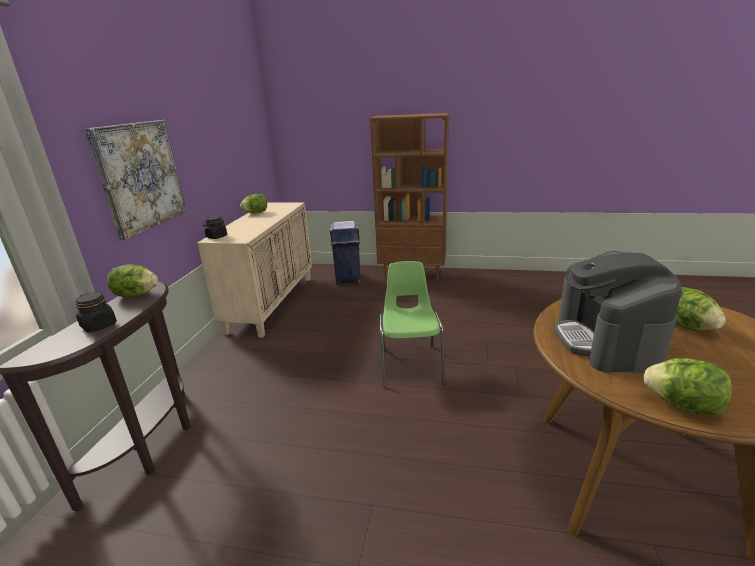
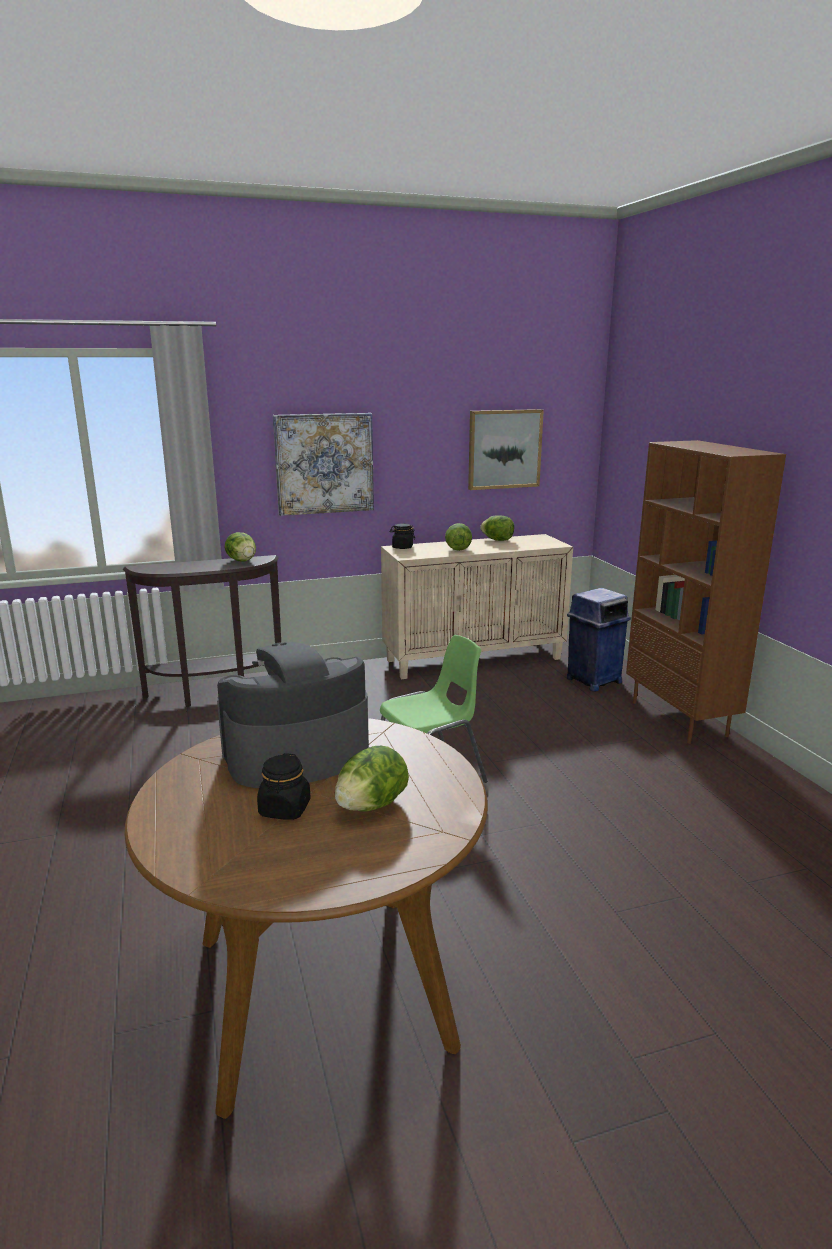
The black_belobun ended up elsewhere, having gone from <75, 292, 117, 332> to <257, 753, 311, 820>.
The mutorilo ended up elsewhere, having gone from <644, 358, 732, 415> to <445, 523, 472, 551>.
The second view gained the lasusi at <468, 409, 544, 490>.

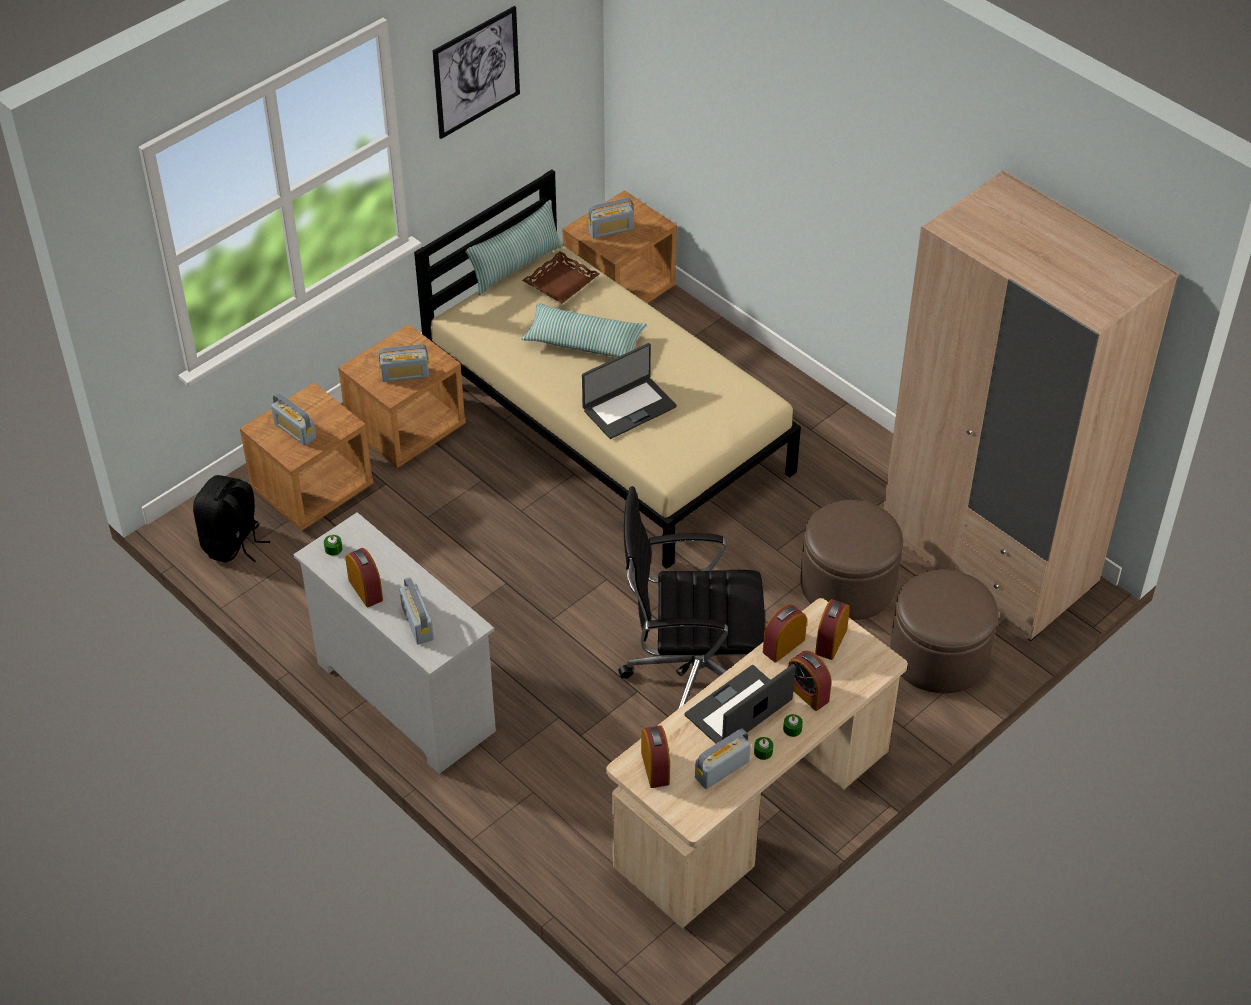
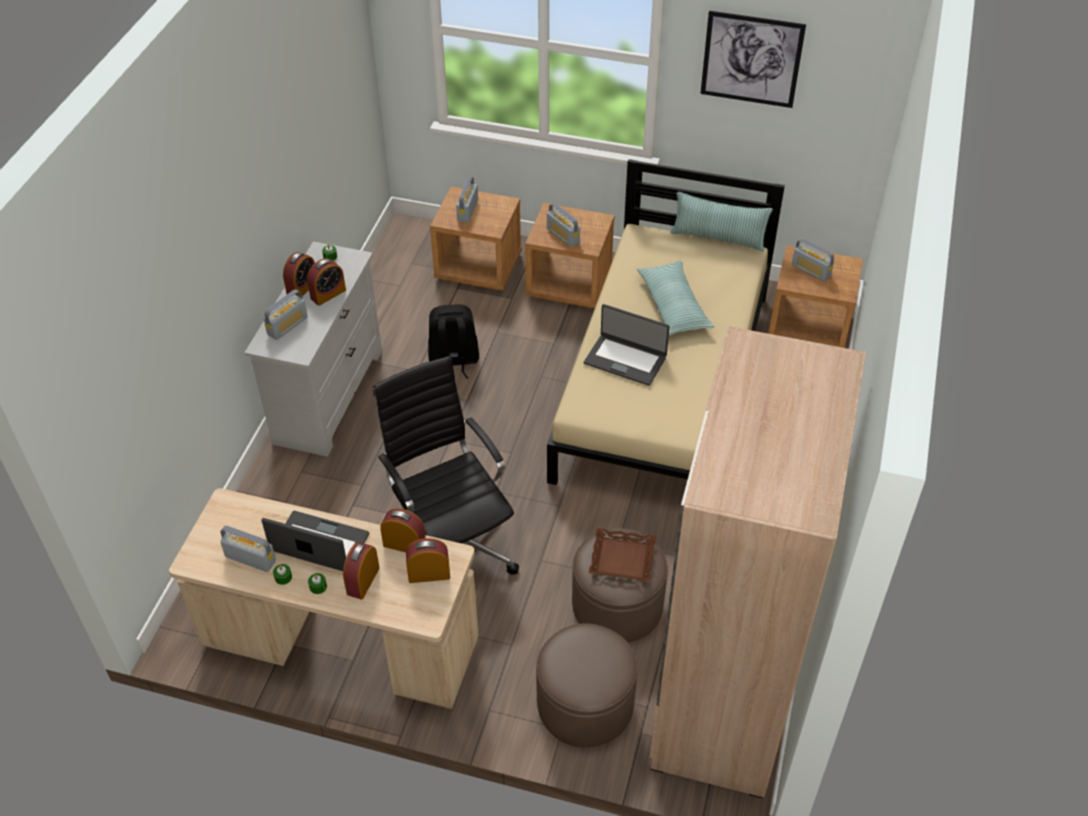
The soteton ended up elsewhere, having gone from <641, 725, 670, 788> to <307, 258, 346, 306>.
The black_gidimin ended up elsewhere, having gone from <193, 475, 270, 563> to <428, 304, 479, 379>.
The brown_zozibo ended up elsewhere, having gone from <522, 251, 600, 304> to <589, 528, 656, 582>.

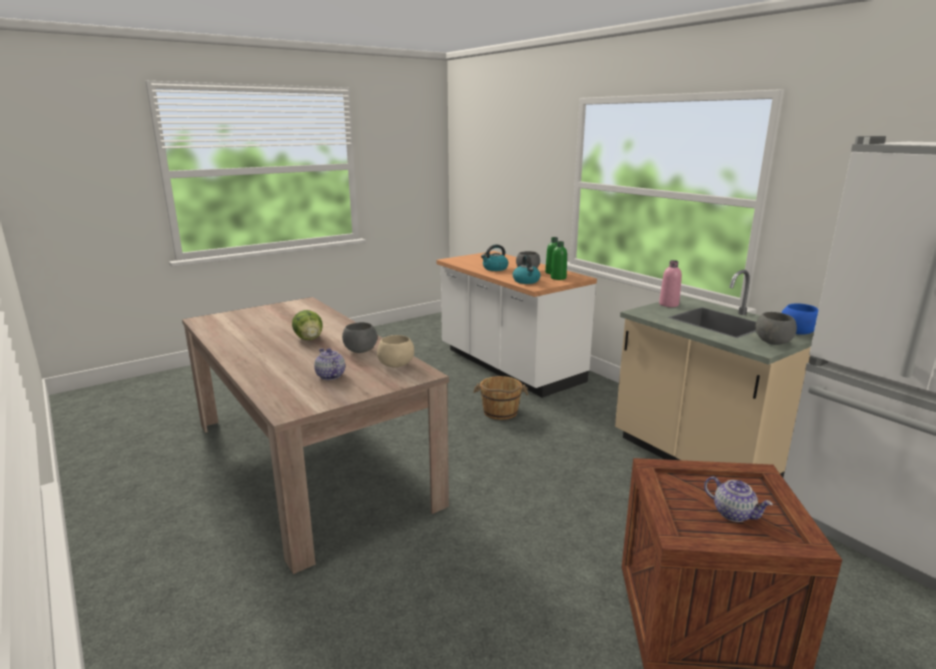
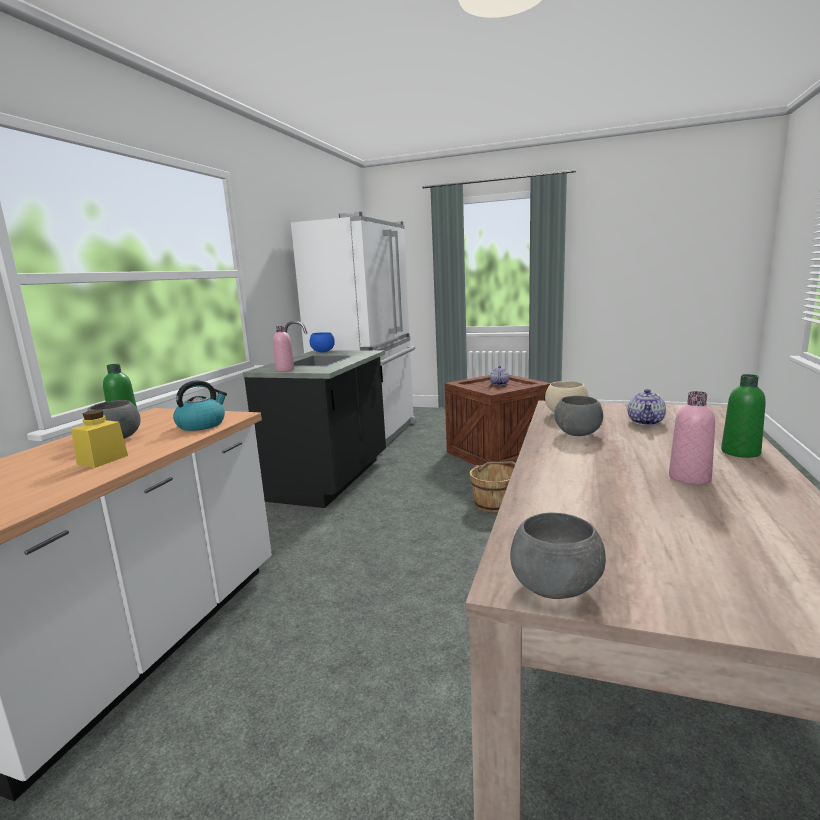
Where the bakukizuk stood at <481, 244, 508, 271>, the yellow_belobun came to stand at <71, 410, 128, 468>.
What was the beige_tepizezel at <615, 270, 814, 477> turned into the black_tepizezel at <243, 321, 386, 508>.
The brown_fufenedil ended up elsewhere, having gone from <474, 376, 528, 420> to <470, 461, 516, 513>.
The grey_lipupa ended up elsewhere, having gone from <755, 312, 797, 345> to <510, 513, 606, 599>.
The second view gained the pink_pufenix at <669, 391, 715, 485>.
The green_pufenix ended up elsewhere, having gone from <551, 241, 567, 280> to <721, 374, 766, 458>.
The second view lost the mutorilo at <292, 310, 323, 340>.

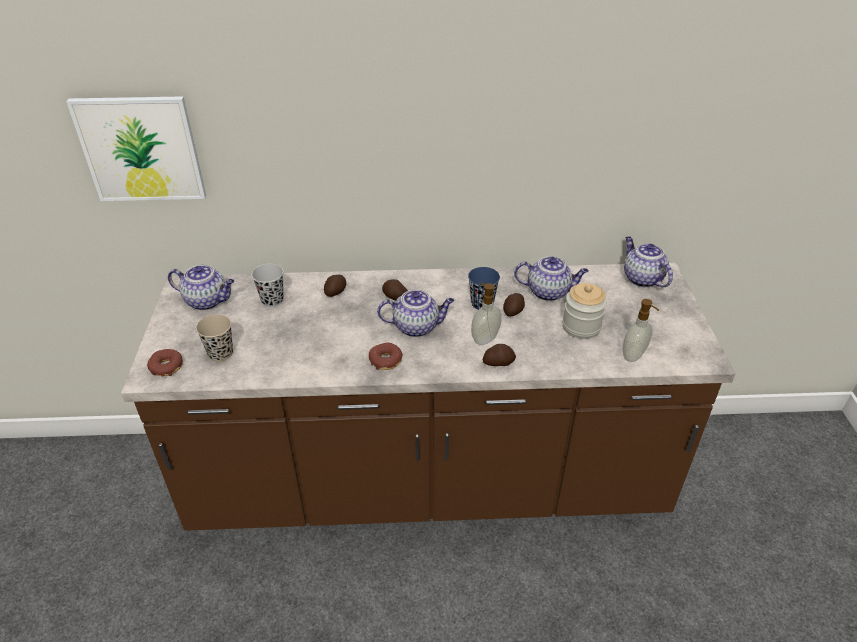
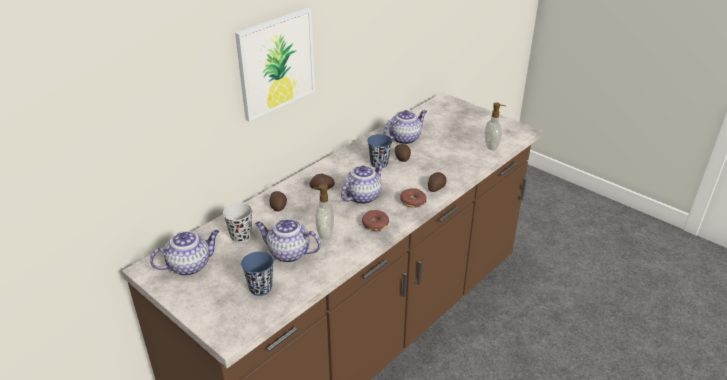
The lasusi ended up elsewhere, having gone from <66, 96, 206, 201> to <235, 8, 315, 122>.
What was the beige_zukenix at <196, 315, 233, 362> turned into the blue_zukenix at <241, 251, 274, 296>.
The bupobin ended up elsewhere, having gone from <624, 237, 673, 287> to <255, 218, 321, 263>.
The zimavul ended up elsewhere, having gone from <471, 283, 502, 345> to <312, 184, 334, 240>.
The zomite ended up elsewhere, having gone from <147, 349, 183, 376> to <400, 188, 427, 207>.
The second view lost the belobun at <562, 283, 607, 339>.

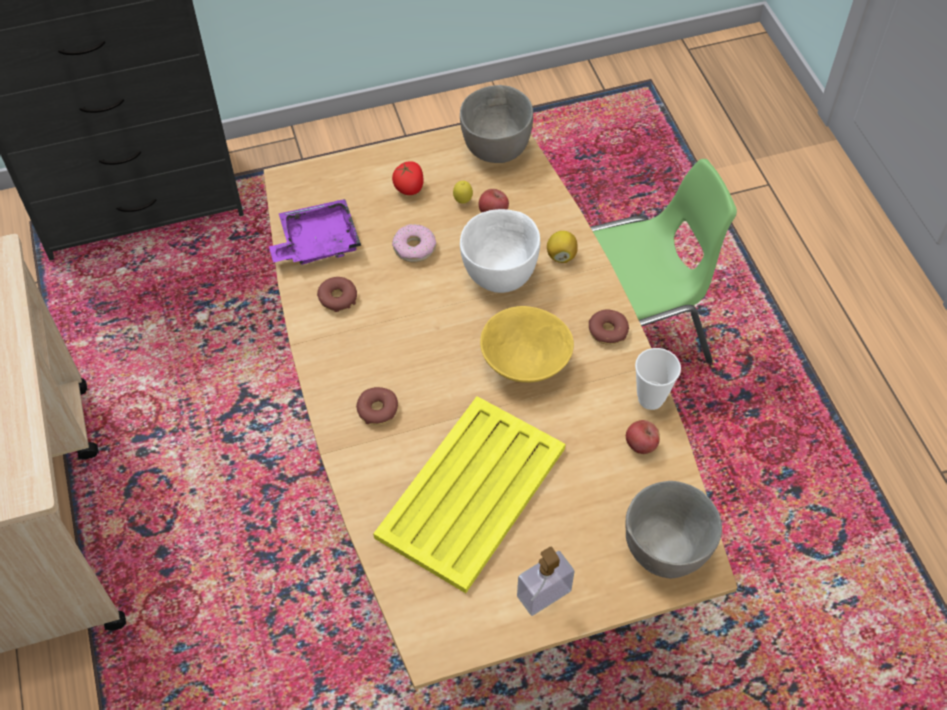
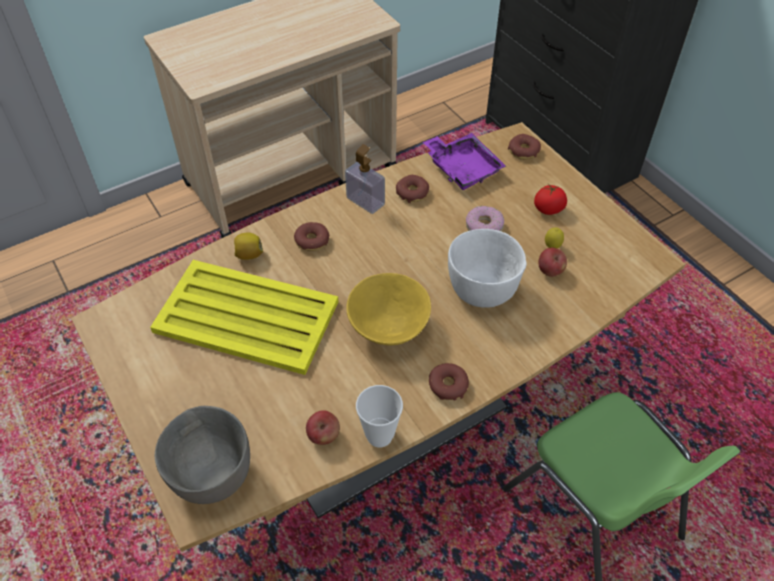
The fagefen ended up elsewhere, having gone from <547, 231, 578, 263> to <234, 233, 263, 260>.
The zimavul ended up elsewhere, having gone from <517, 547, 574, 616> to <345, 144, 385, 214>.
The second view gained the zomite at <508, 134, 541, 160>.
The second view lost the grey_lipupa at <460, 85, 533, 163>.

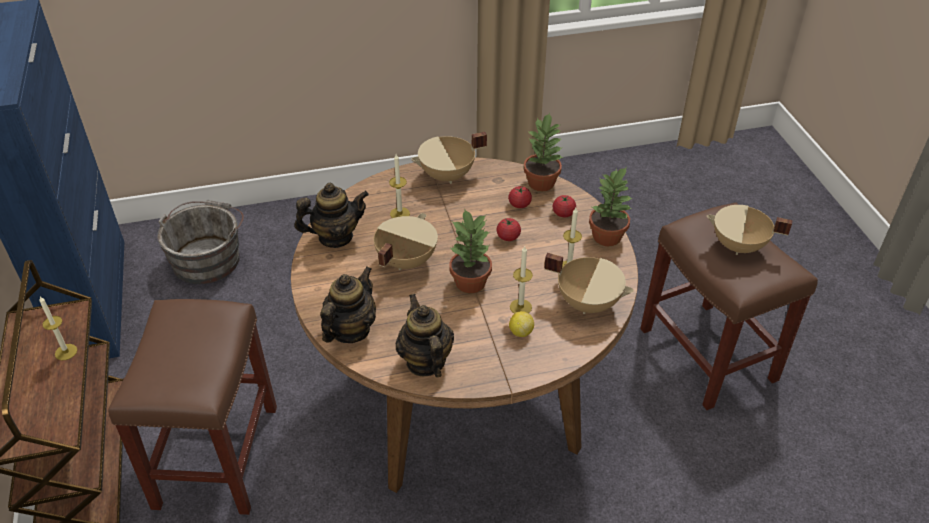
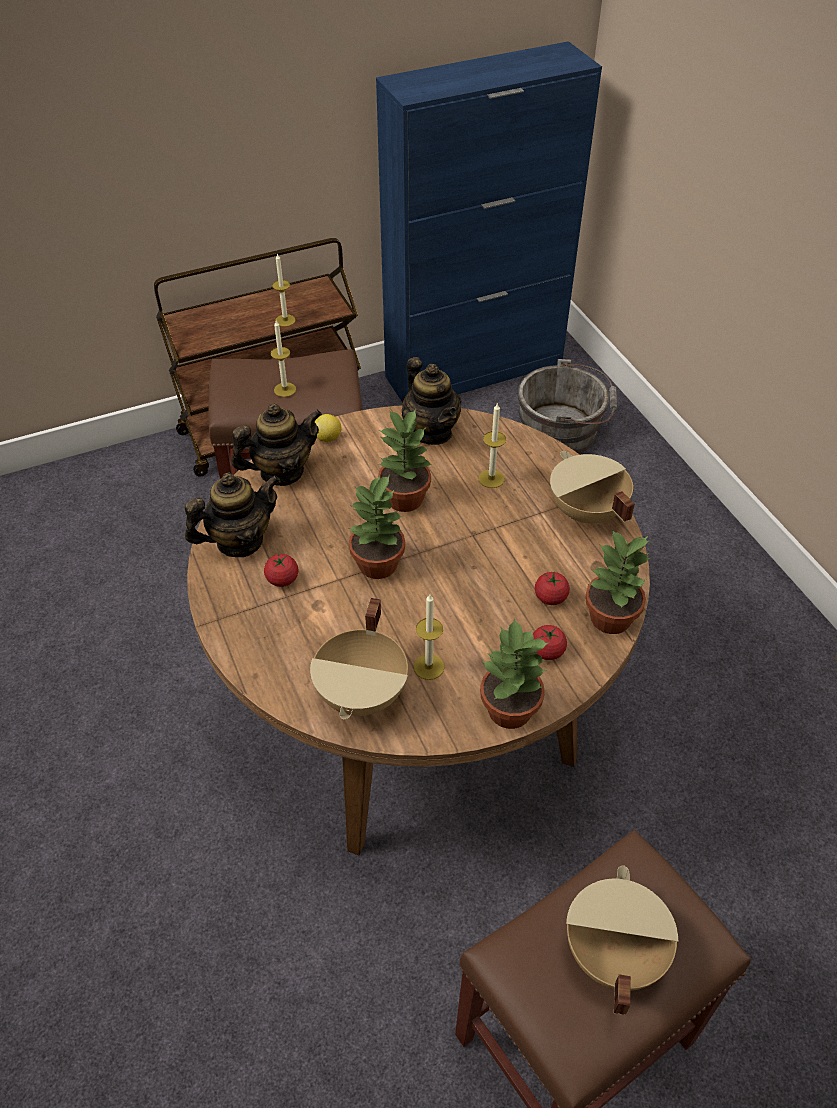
The bupobin at <320, 266, 376, 343> ended up facing another way, 45 degrees counterclockwise from before.
The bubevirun ended up elsewhere, having gone from <497, 218, 521, 241> to <264, 553, 299, 587>.
The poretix ended up elsewhere, having gone from <510, 246, 533, 314> to <271, 320, 296, 397>.
The fagefen ended up elsewhere, having gone from <509, 311, 534, 337> to <315, 414, 341, 442>.
Where the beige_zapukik stood at <373, 213, 438, 270>, the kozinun came to stand at <378, 409, 432, 512>.

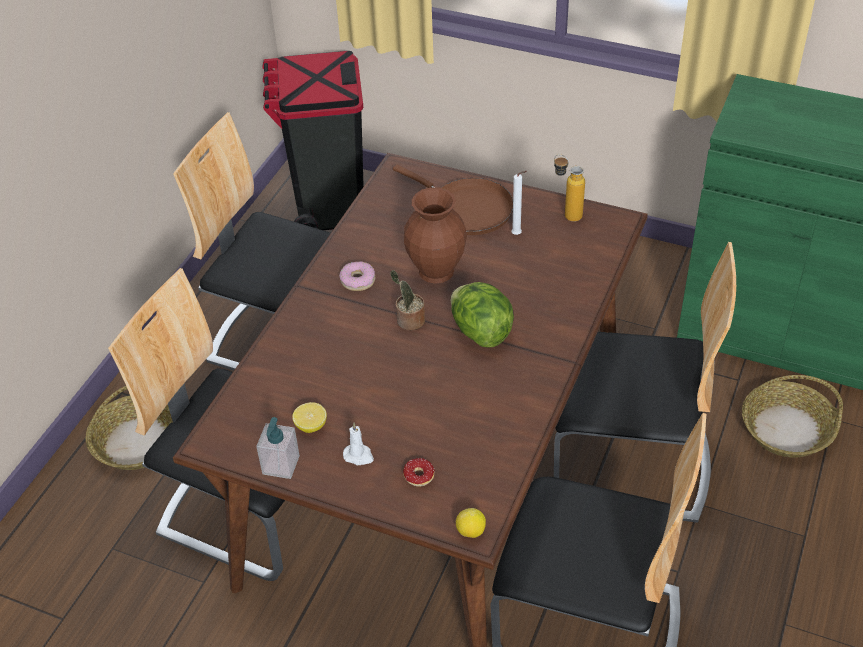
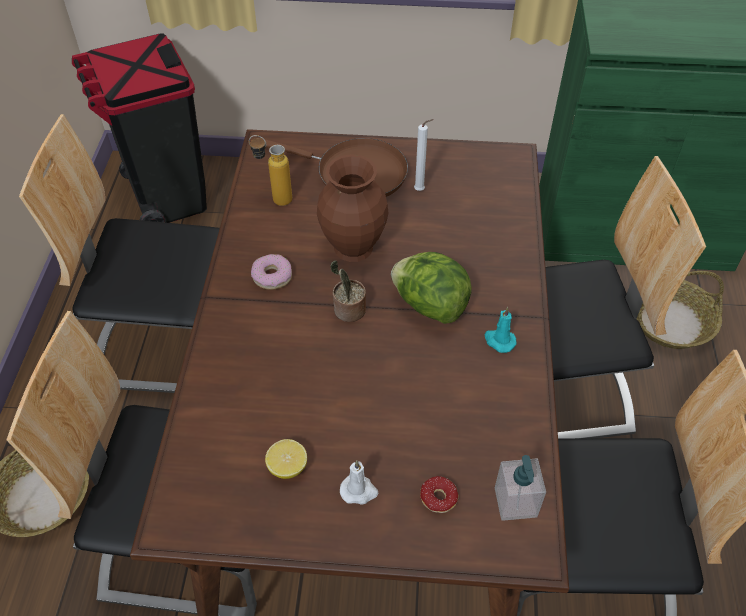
The pufenix ended up elsewhere, having gone from <554, 154, 585, 222> to <249, 135, 292, 206>.
The second view gained the turquoise_poretix at <485, 307, 516, 353>.
The zimavul ended up elsewhere, having gone from <256, 417, 300, 479> to <495, 455, 546, 521>.
The second view lost the fagefen at <456, 508, 486, 538>.

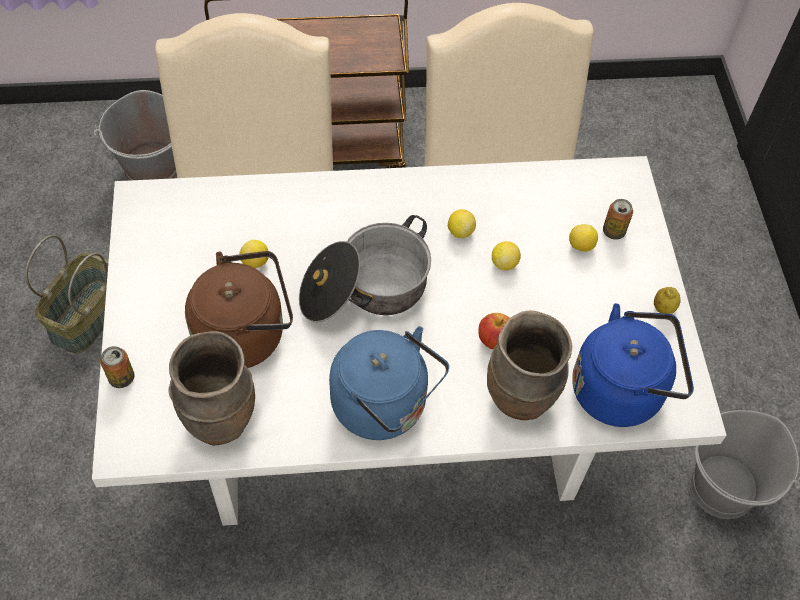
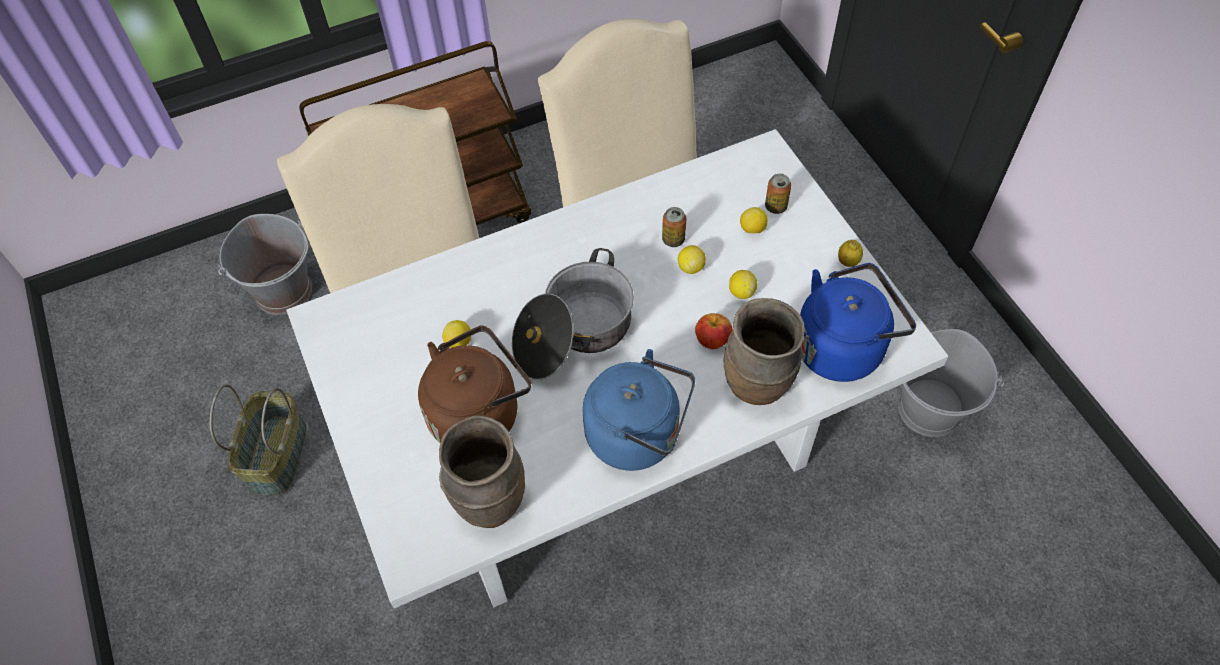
The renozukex ended up elsewhere, having gone from <100, 346, 134, 388> to <662, 207, 686, 247>.
The fagefen ended up elsewhere, having gone from <448, 209, 476, 238> to <729, 270, 758, 299>.

